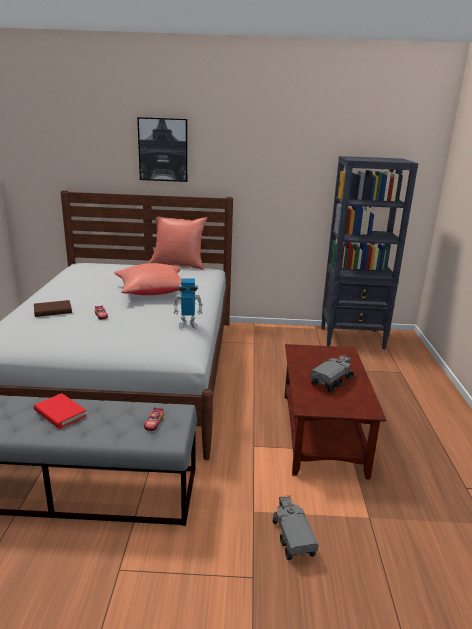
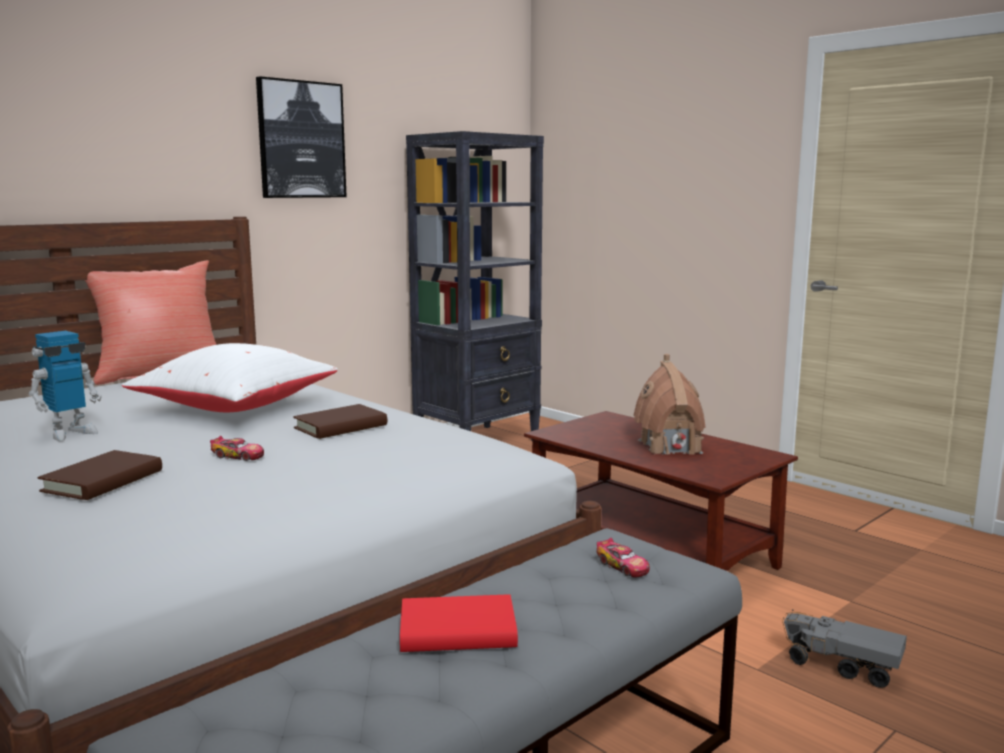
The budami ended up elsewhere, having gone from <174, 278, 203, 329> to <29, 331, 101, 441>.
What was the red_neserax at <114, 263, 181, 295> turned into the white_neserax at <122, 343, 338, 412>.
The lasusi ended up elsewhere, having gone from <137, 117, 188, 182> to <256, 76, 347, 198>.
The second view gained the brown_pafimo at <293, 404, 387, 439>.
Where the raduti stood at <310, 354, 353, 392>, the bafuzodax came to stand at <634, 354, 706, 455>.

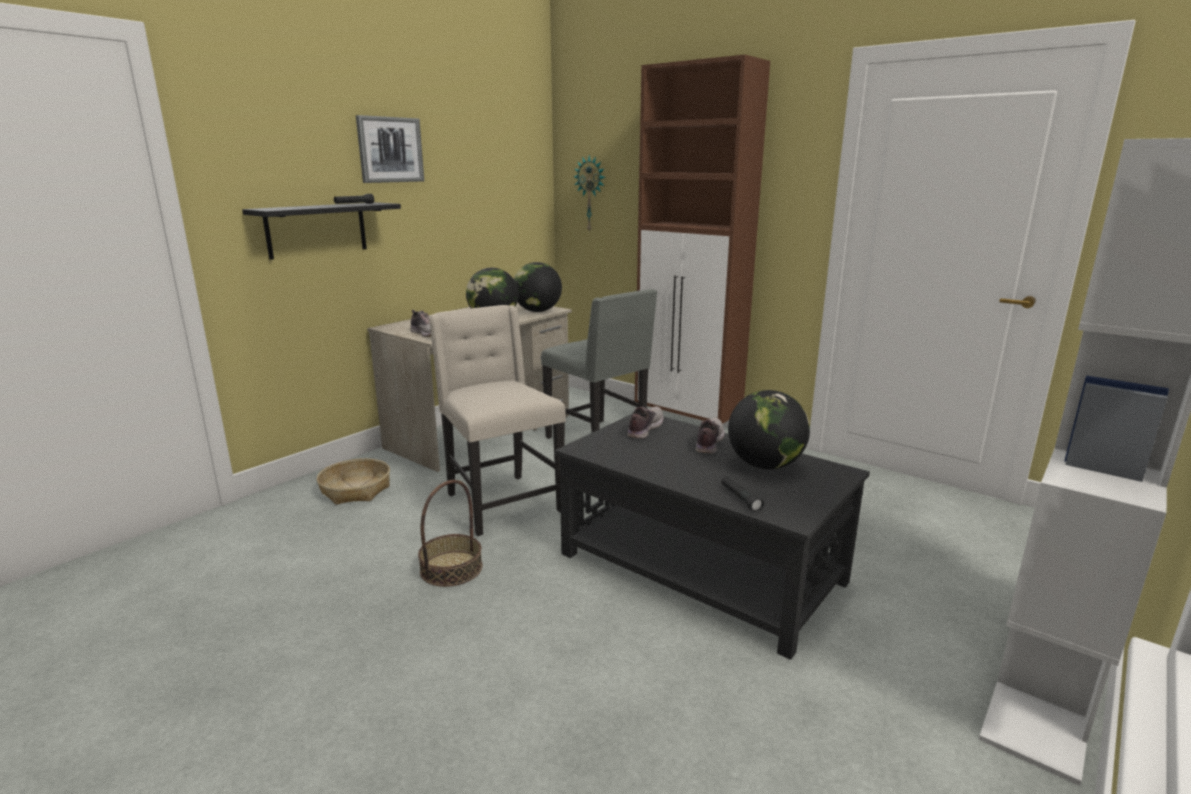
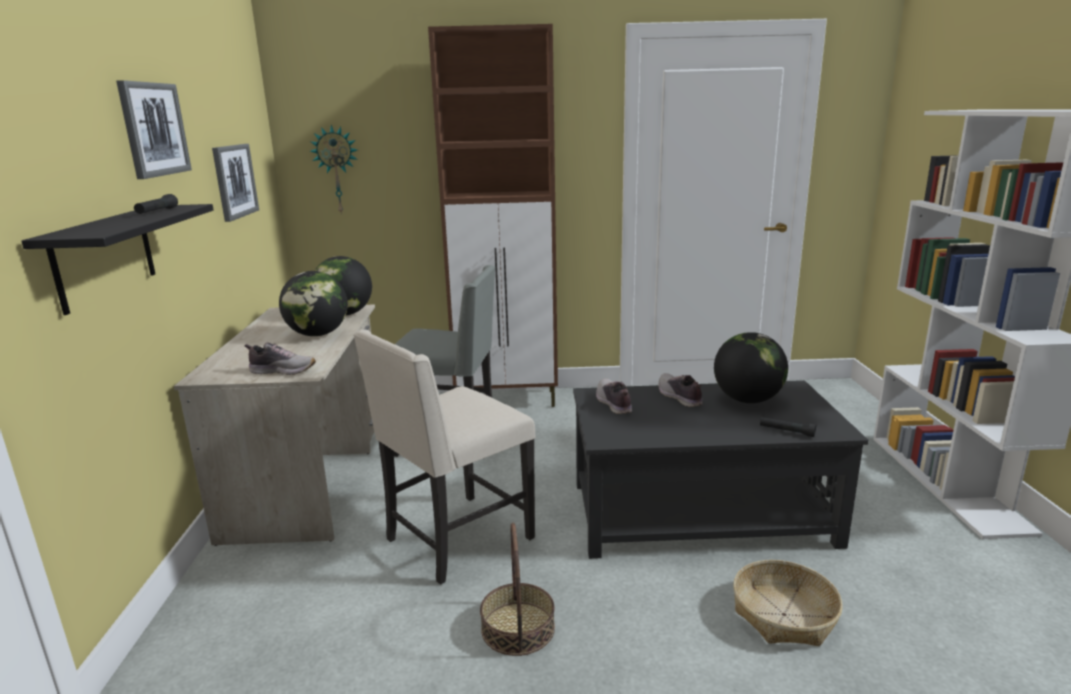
The second view gained the lasusi at <212, 144, 259, 222>.
The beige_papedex at <428, 305, 566, 536> ended up facing another way, 60 degrees counterclockwise from before.
The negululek ended up elsewhere, having gone from <317, 458, 390, 505> to <733, 560, 843, 646>.

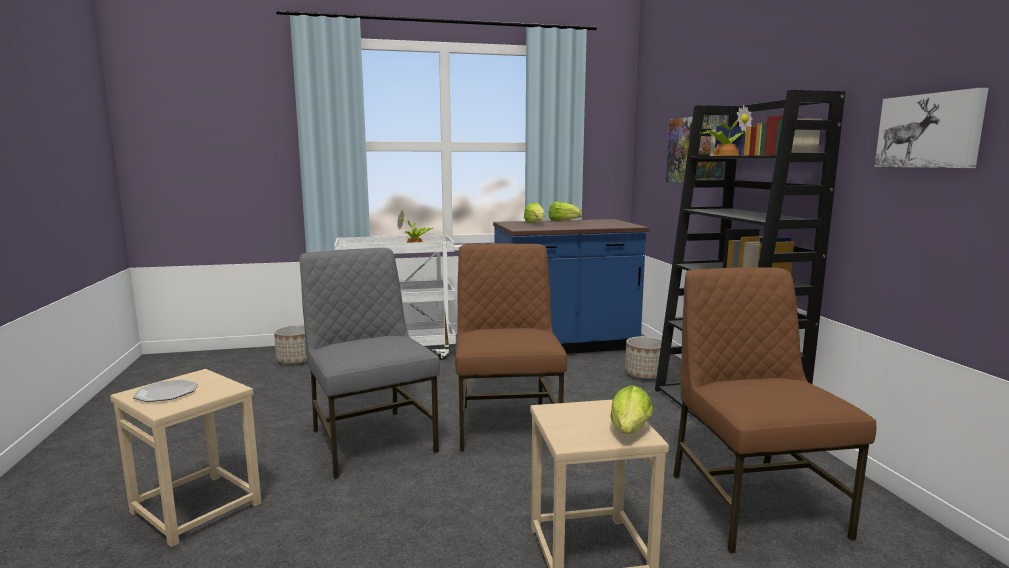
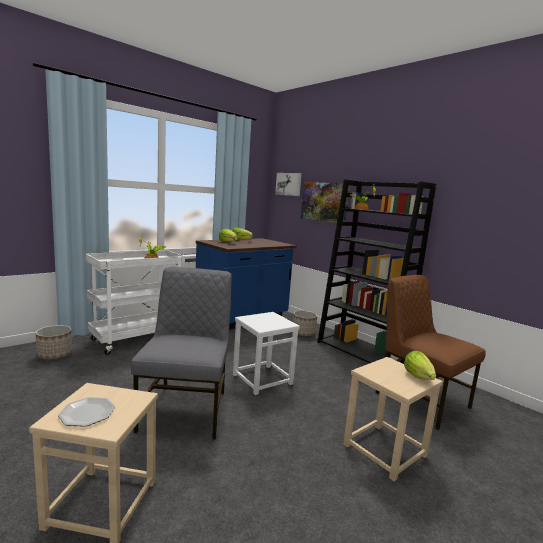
The grey_papedex at <299, 248, 440, 479> ended up facing another way, 60 degrees clockwise from before.
Where the brown_papedex stood at <455, 243, 567, 452>, the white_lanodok came to stand at <233, 312, 300, 395>.
The lasusi ended up elsewhere, having gone from <875, 88, 989, 168> to <275, 173, 302, 196>.

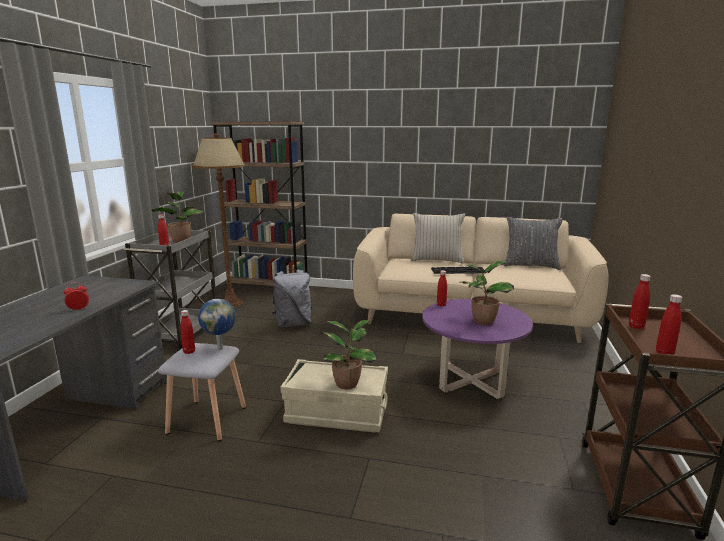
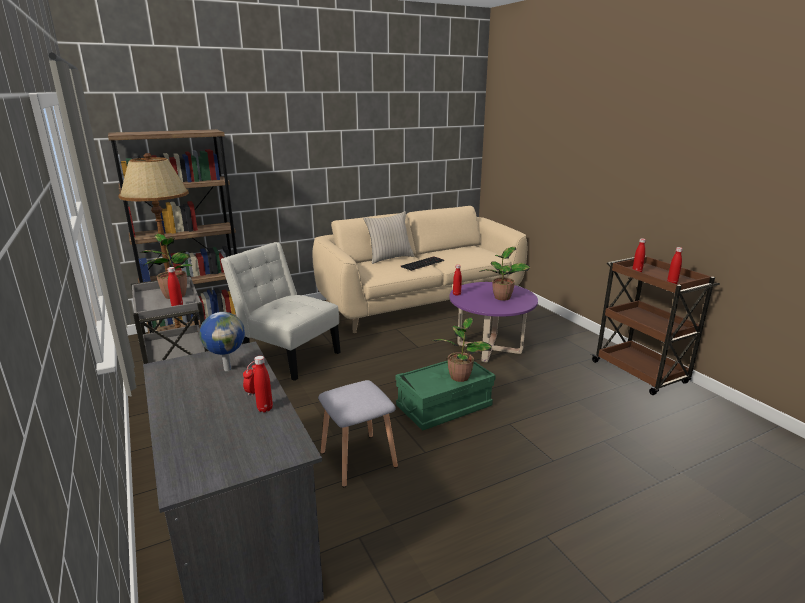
The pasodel ended up elsewhere, having gone from <198, 299, 236, 350> to <200, 312, 245, 371>.
Where the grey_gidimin stood at <272, 269, 312, 327>, the white_papedex came to stand at <221, 242, 341, 381>.
The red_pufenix ended up elsewhere, having gone from <180, 310, 195, 354> to <254, 356, 273, 412>.
What was the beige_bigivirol at <280, 359, 388, 433> turned into the green_bigivirol at <396, 360, 496, 431>.
The second view lost the grey_neserax at <504, 217, 563, 270>.

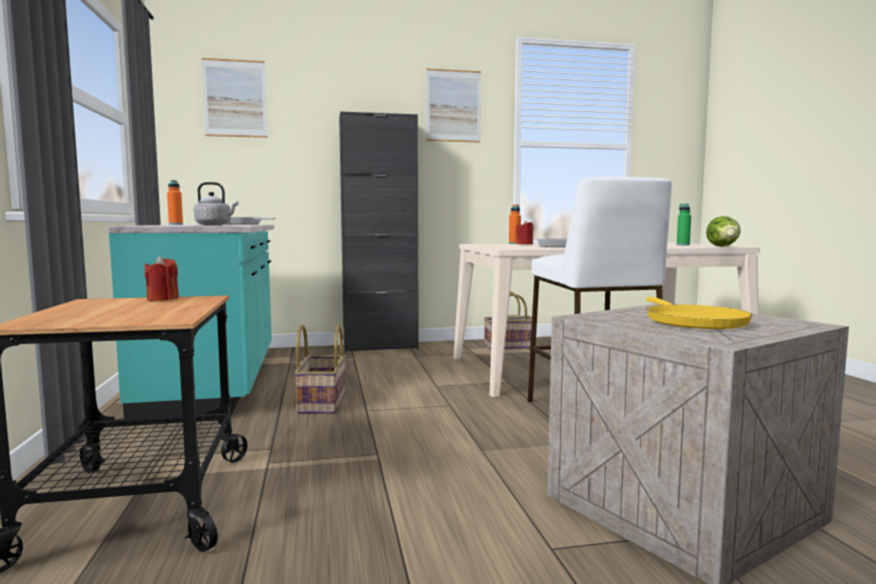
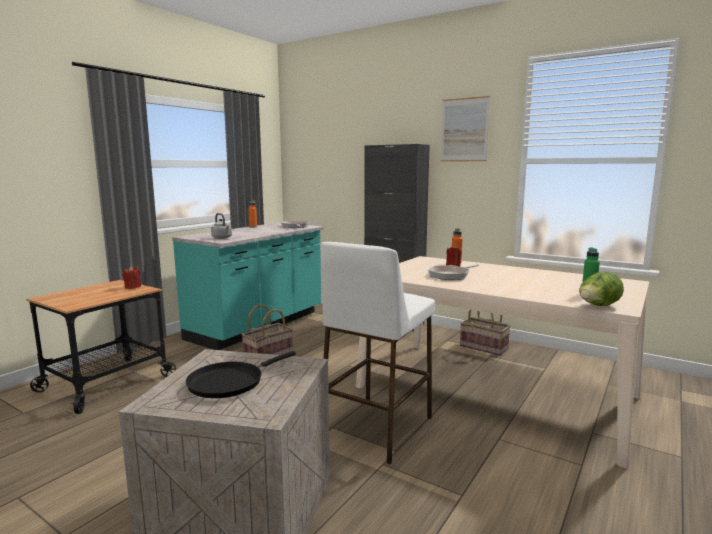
What was the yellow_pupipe at <646, 297, 753, 329> turned into the black_pupipe at <186, 351, 296, 398>.
The second view lost the lasusi at <202, 58, 267, 138>.

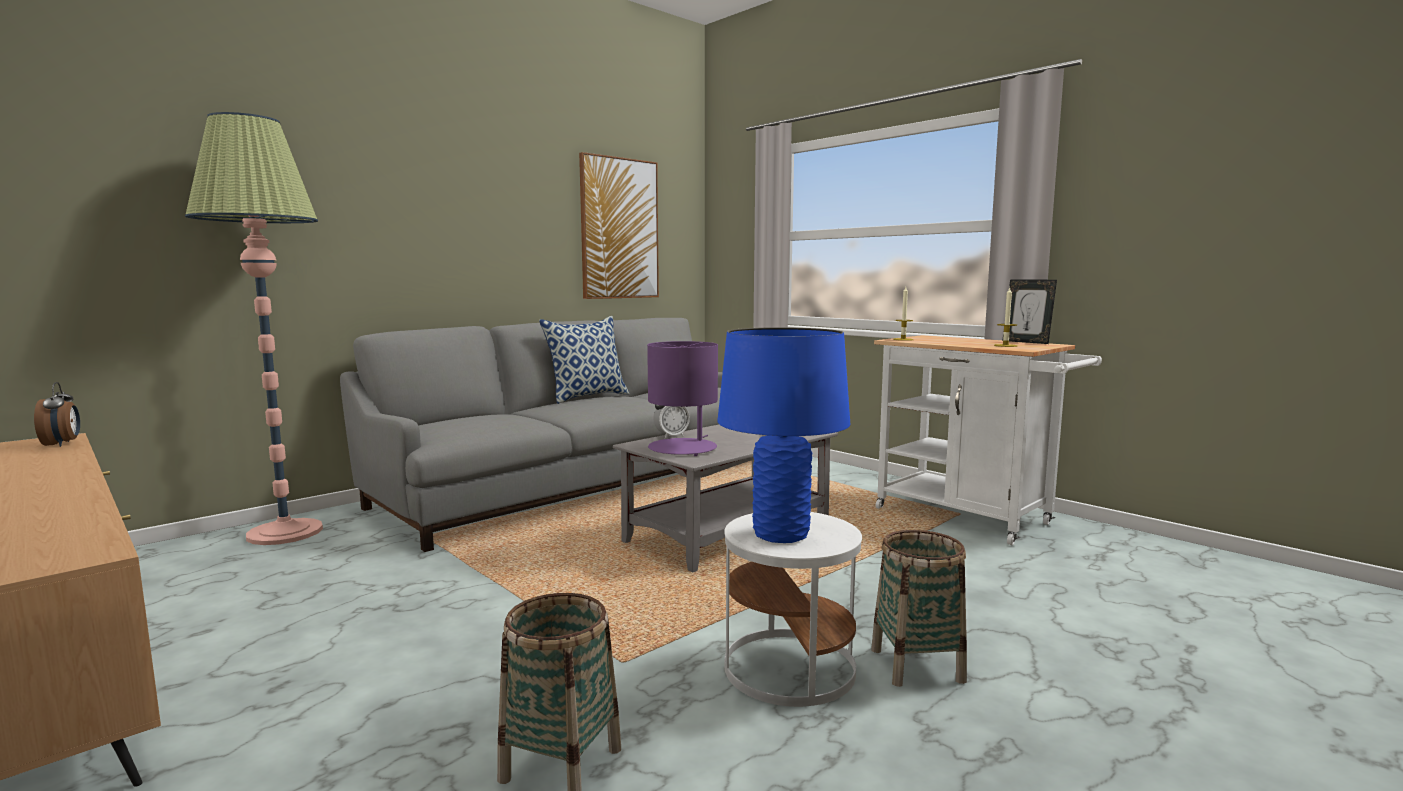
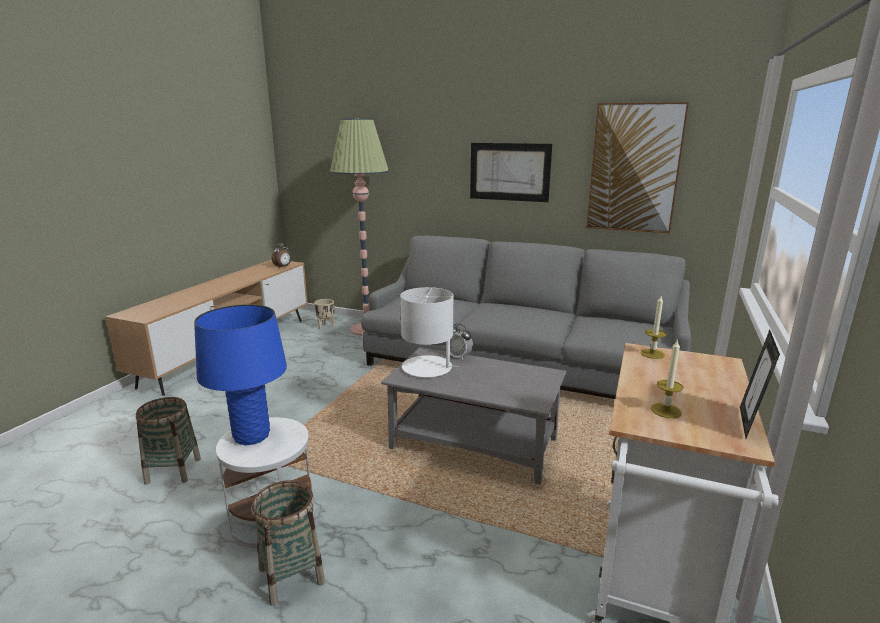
The second view gained the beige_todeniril at <314, 299, 334, 329>.
What was the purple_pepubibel at <647, 341, 718, 456> turned into the white_pepubibel at <400, 287, 459, 377>.
The second view gained the lasusi at <470, 143, 552, 202>.
The second view lost the neserax at <539, 316, 630, 404>.

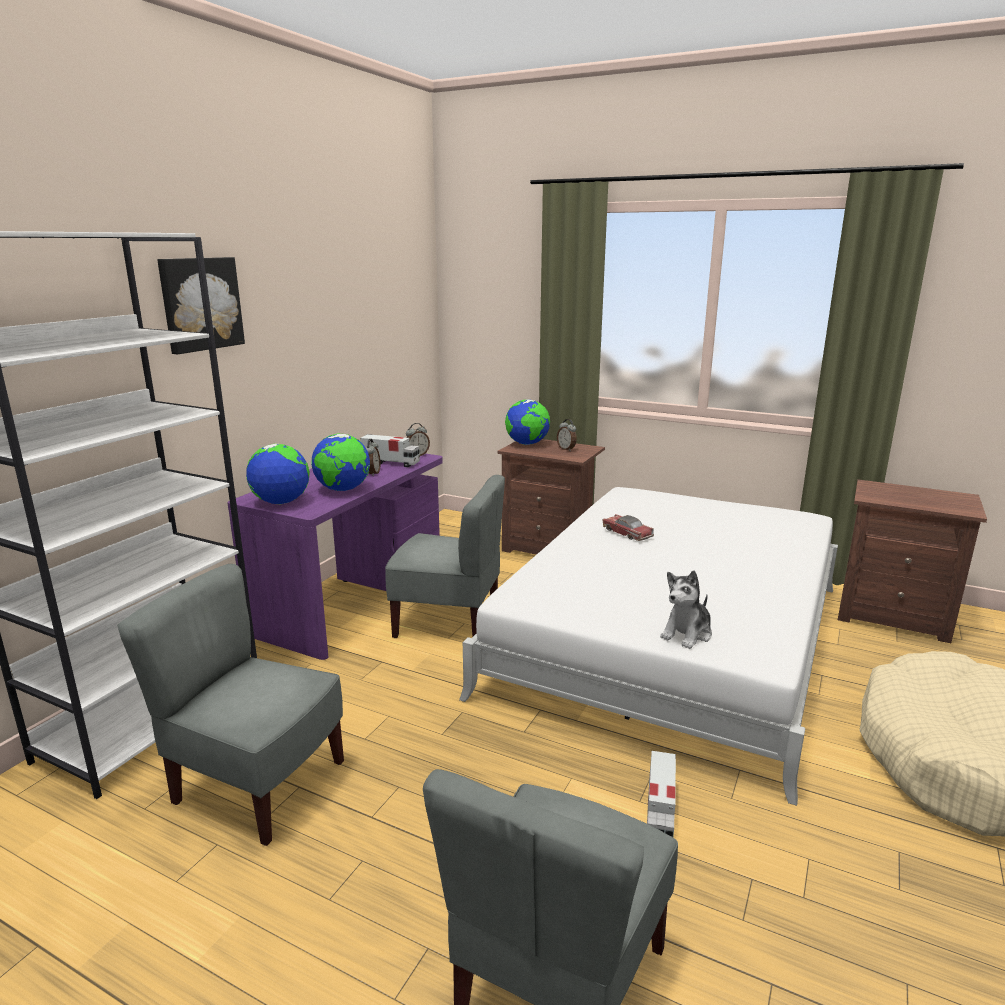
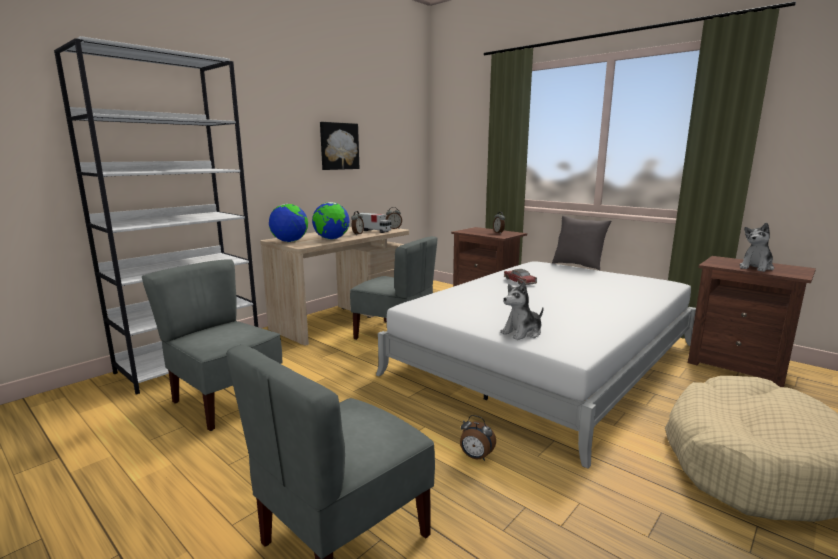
What was the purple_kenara at <227, 454, 443, 660> turned into the beige_kenara at <260, 227, 409, 345>.
The lasusi ended up elsewhere, having gone from <157, 257, 245, 354> to <320, 122, 359, 170>.
Where the raduti stood at <647, 751, 676, 837>, the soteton came to stand at <460, 415, 496, 461>.
The second view gained the grey_neserax at <552, 216, 611, 271>.
The second view gained the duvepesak at <739, 223, 774, 272>.
The second view lost the pasodel at <505, 399, 550, 445>.

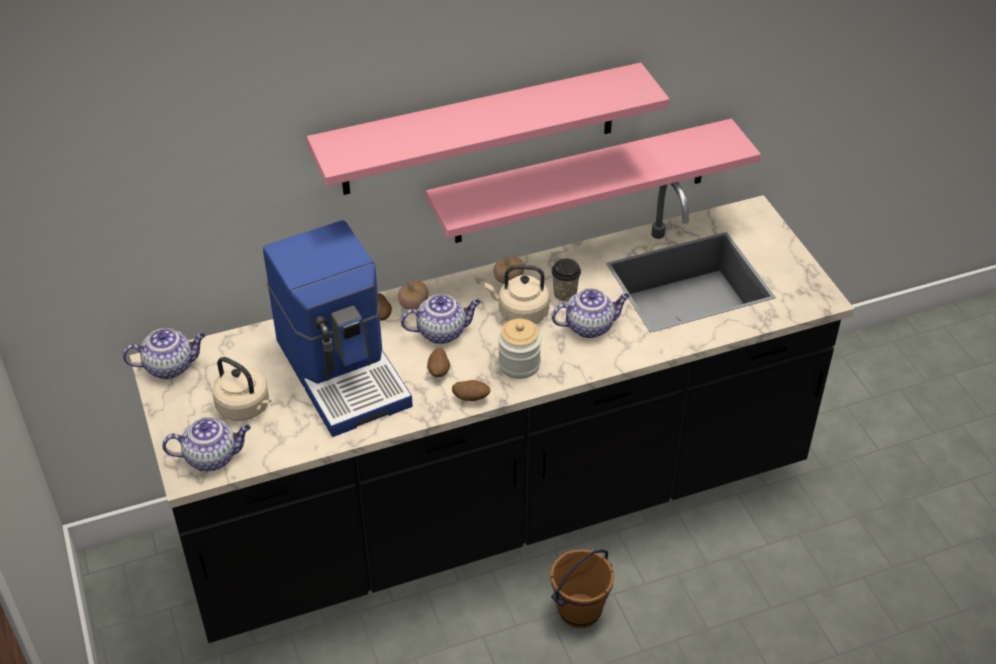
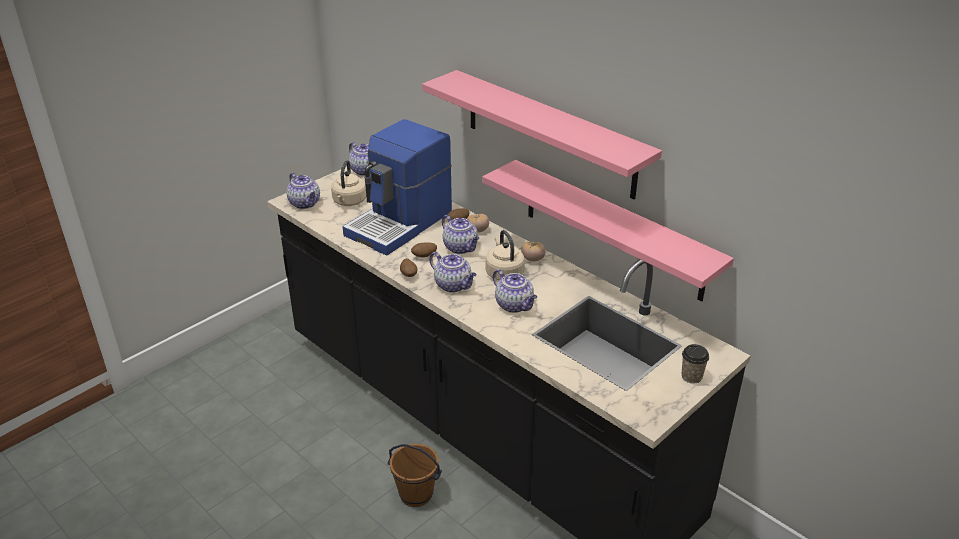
Where the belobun stood at <498, 319, 541, 379>, the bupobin came to stand at <429, 252, 477, 293>.
The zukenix ended up elsewhere, having gone from <551, 258, 581, 301> to <682, 344, 709, 384>.

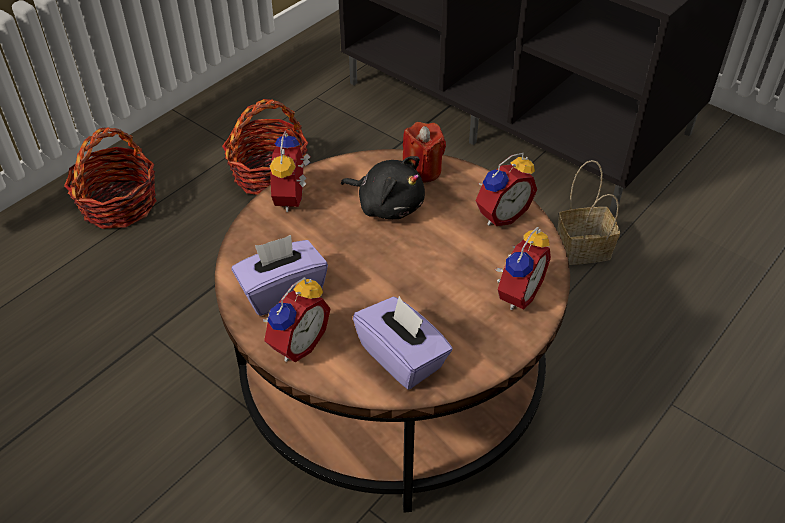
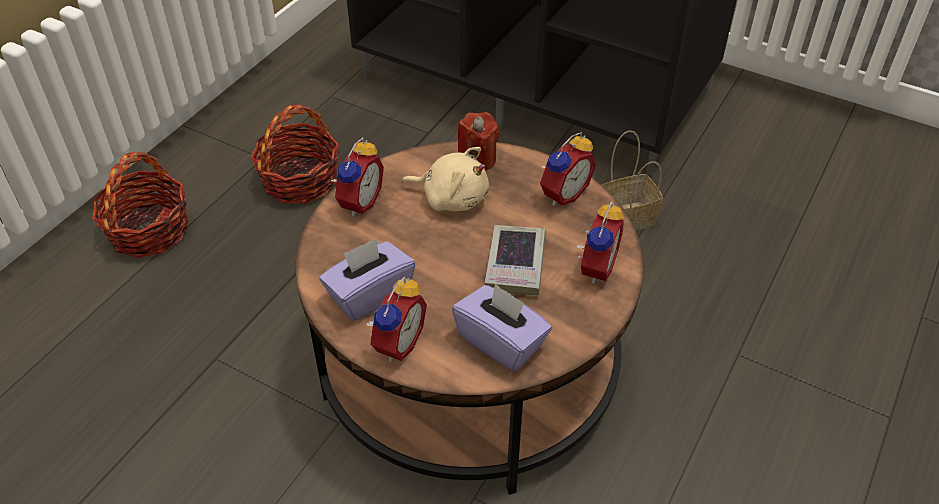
The soteton at <270, 130, 310, 212> ended up facing another way, 150 degrees counterclockwise from before.
What was the black_duvepesak at <341, 156, 425, 219> turned into the beige_duvepesak at <402, 147, 489, 211>.
The second view gained the pafimo at <485, 225, 546, 295>.

